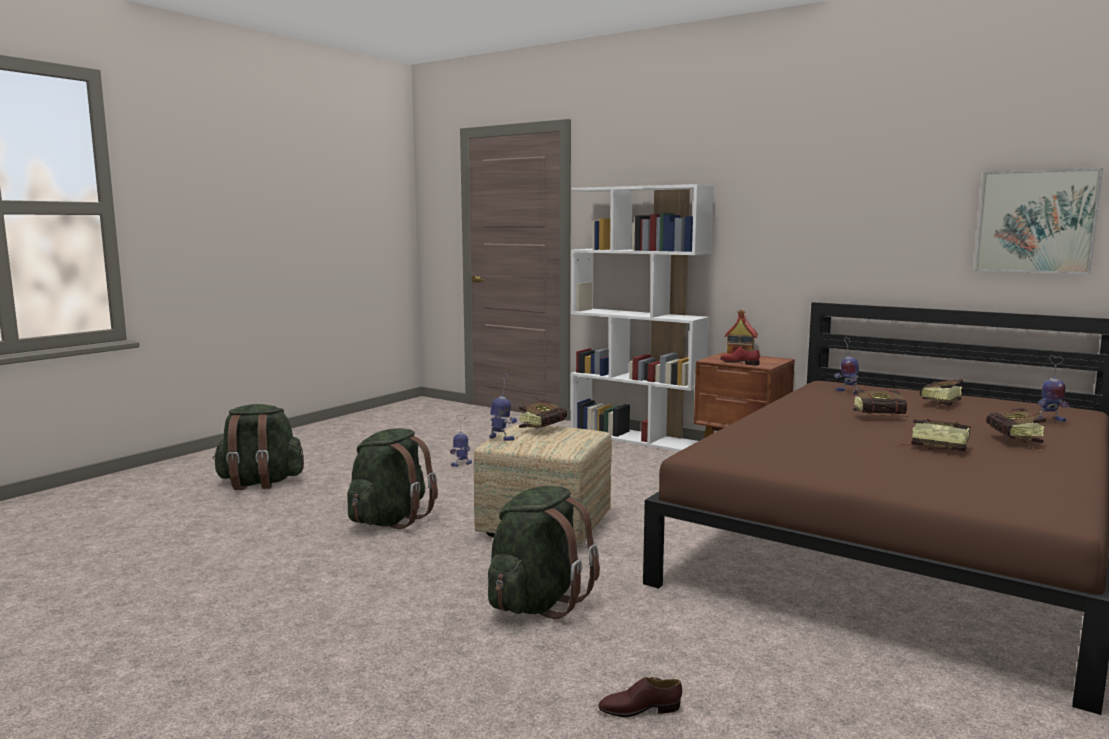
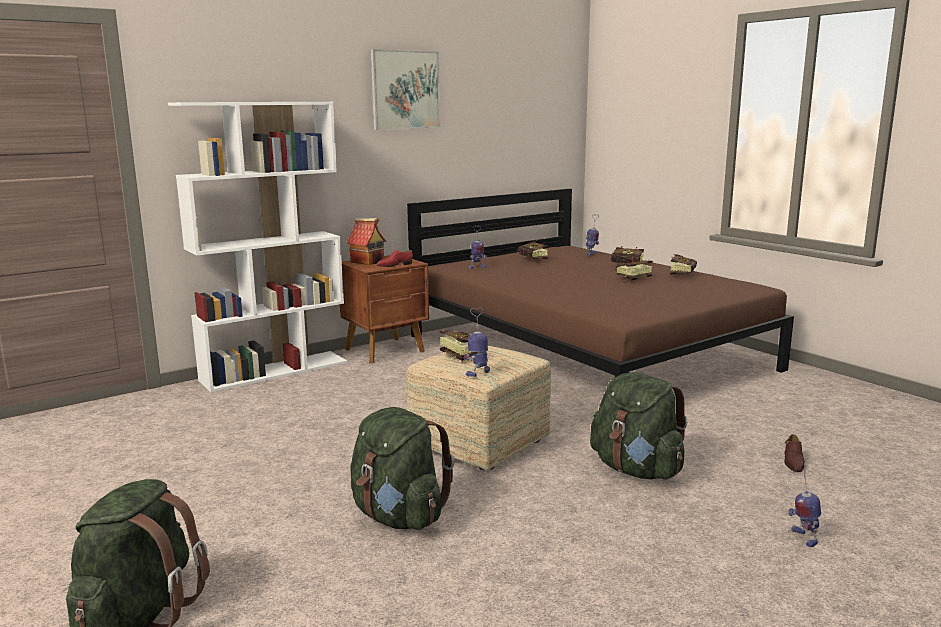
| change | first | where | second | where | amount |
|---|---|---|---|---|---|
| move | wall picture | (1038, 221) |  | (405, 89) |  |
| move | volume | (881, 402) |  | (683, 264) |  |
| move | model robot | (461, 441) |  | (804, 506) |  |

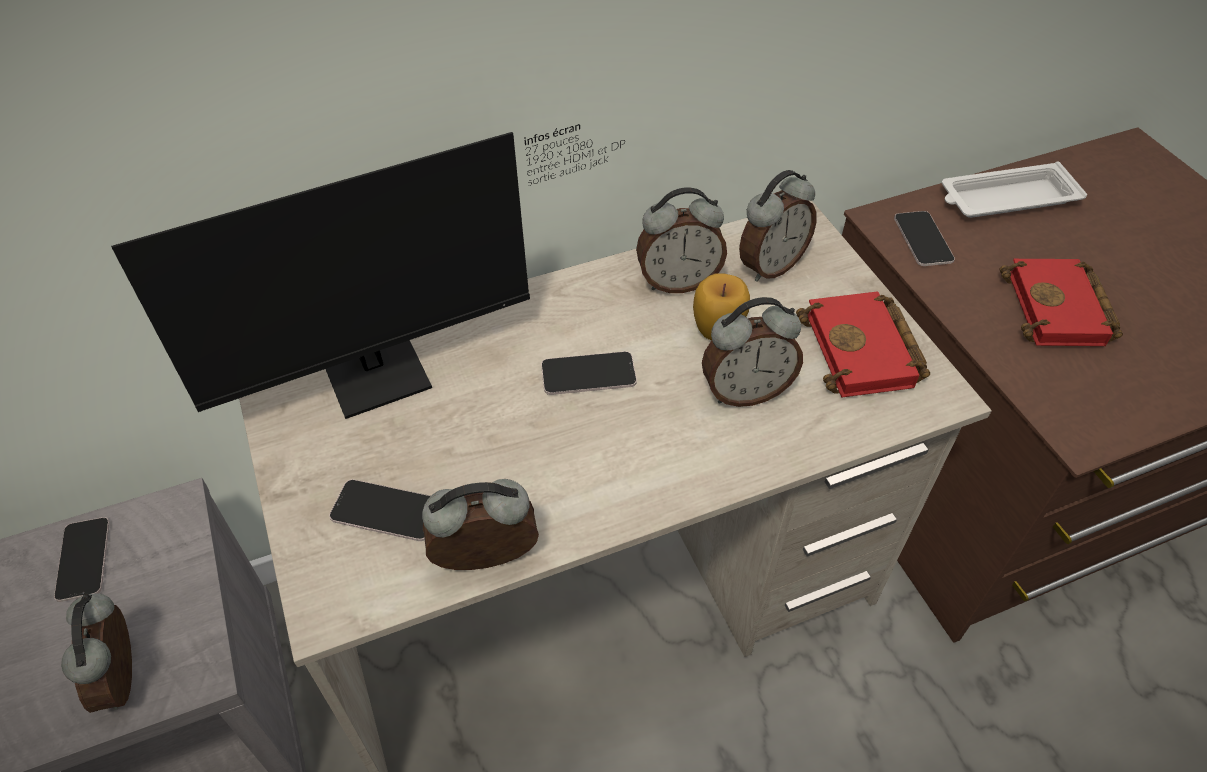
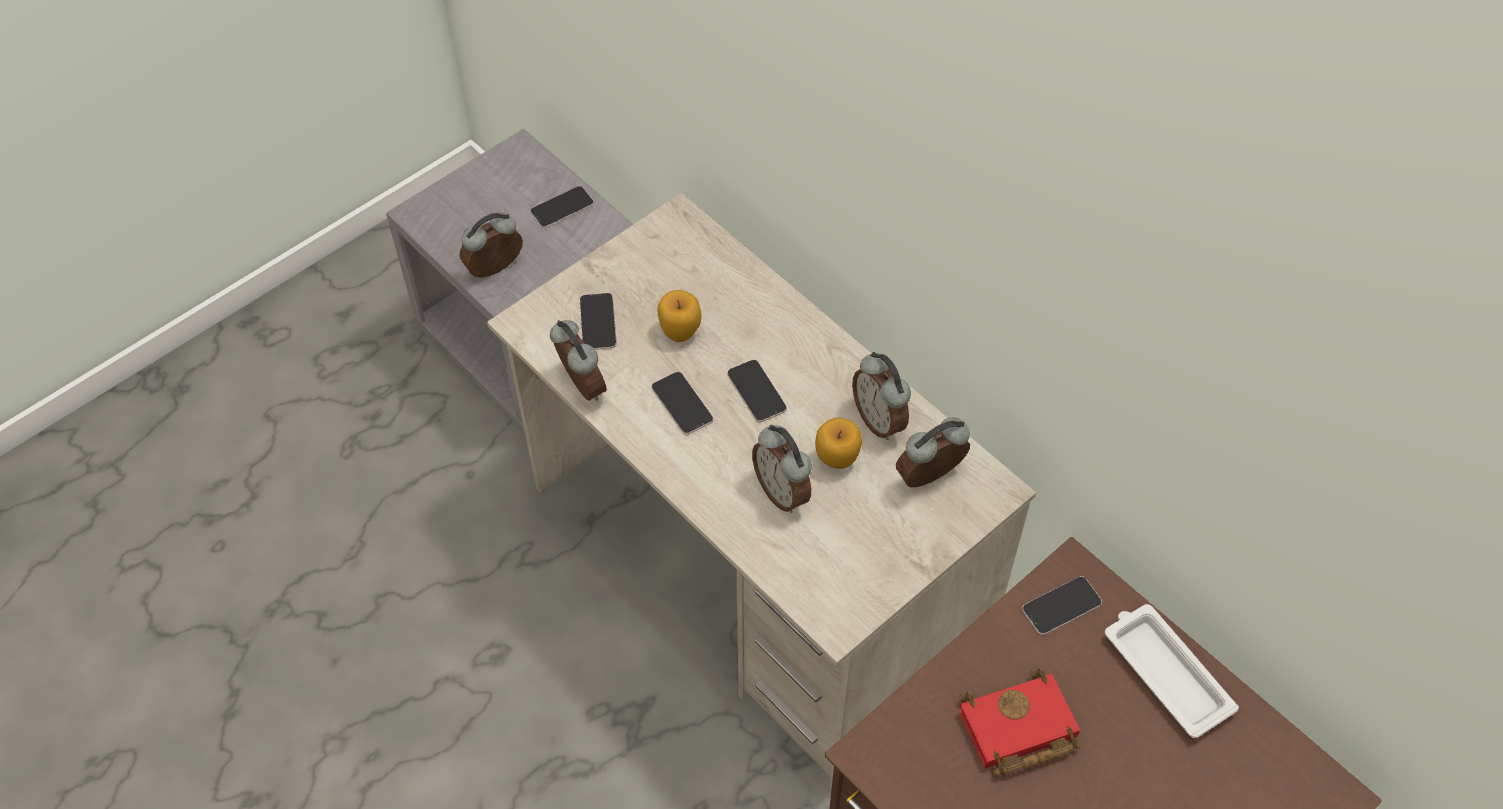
| change | first | where | second | where | amount |
|---|---|---|---|---|---|
| insert |  |  | telephone | (683, 403) |  |
| insert |  |  | apple fruit | (680, 316) |  |
| rotate | bedside clock | (778, 225) |  | (933, 452) | 120 degrees clockwise |
| delete | computer screen | (368, 271) |  |  |  |
| delete | volume (red-coloured) | (863, 345) |  |  |  |

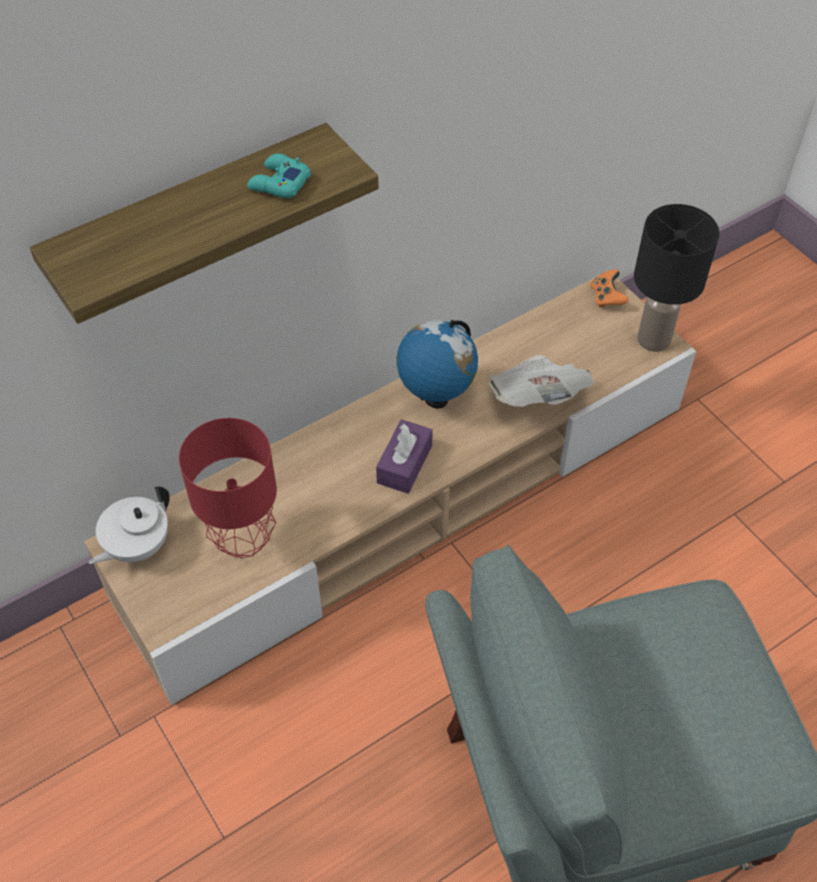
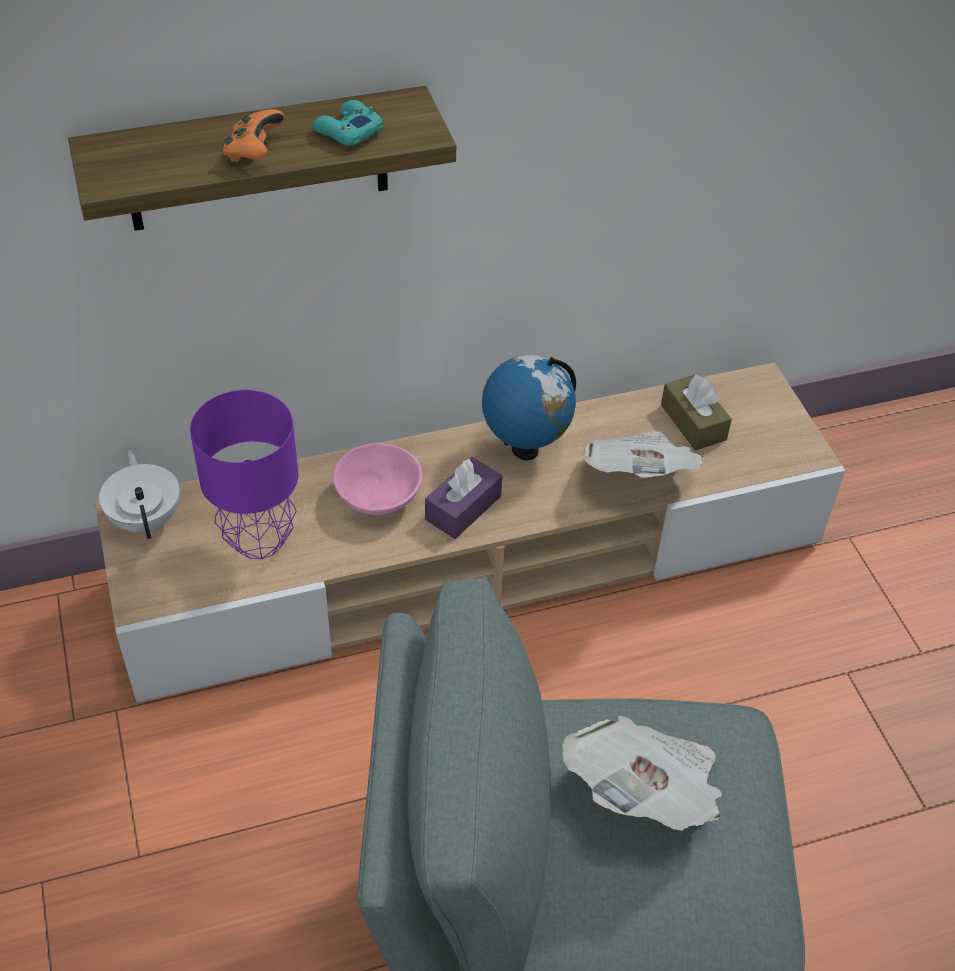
| change | first | where | second | where | amount |
|---|---|---|---|---|---|
| rotate | tea pot (whitish) | (129, 525) |  | (139, 494) | 105 degrees clockwise |
| recolor | tabletop lamp (red-coloured) | (228, 488) | tabletop lamp (purple) | (244, 474) |  |
| move | game controller (orangey) | (609, 288) |  | (254, 135) |  |
| insert |  |  | bowl (pink-coloured) | (377, 479) |  |
| insert |  |  | daily paper | (642, 773) |  |
| insert |  |  | box of tissues (brownish) | (696, 412) |  |
| delete | tabletop lamp (black-coloured) | (677, 278) |  |  |  |

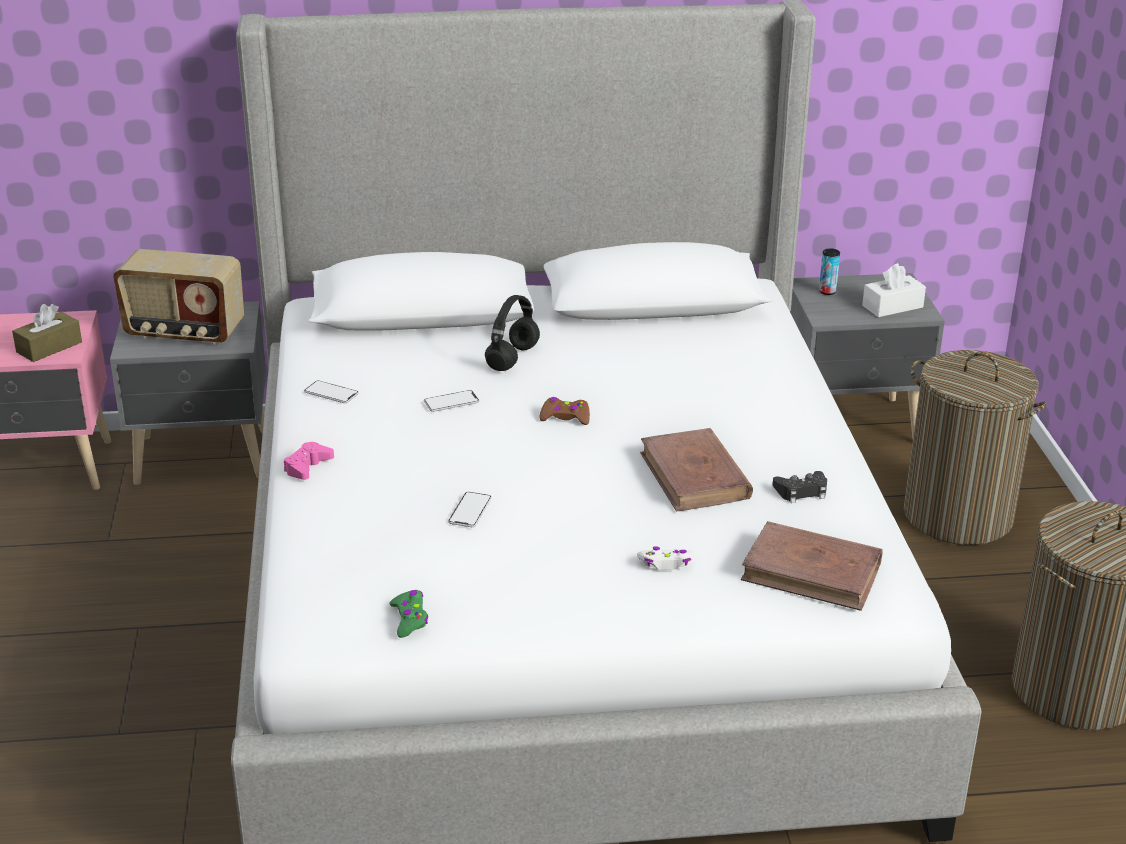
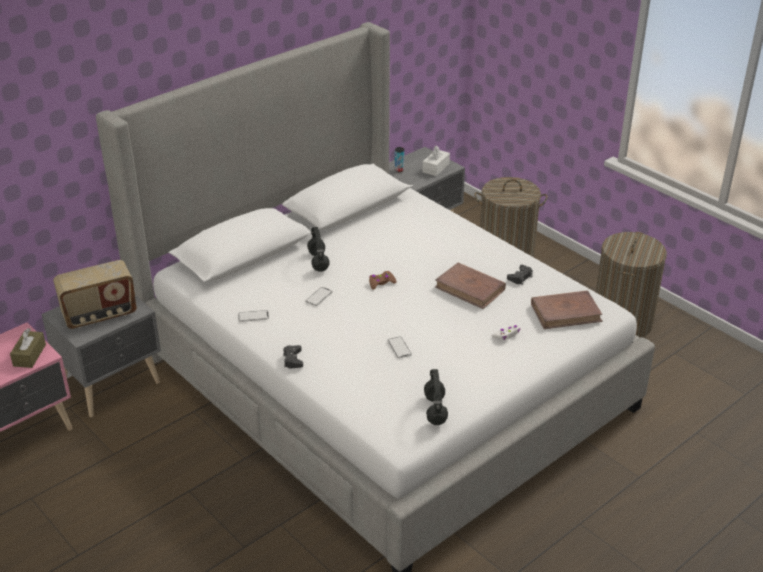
| change | first | where | second | where | amount |
|---|---|---|---|---|---|
| recolor | game controller (pink-coloured) | (309, 461) | game controller (black-coloured) | (293, 356) |  |
| replace | game controller (green) | (408, 614) | headphones (black-coloured) | (436, 397) |  |

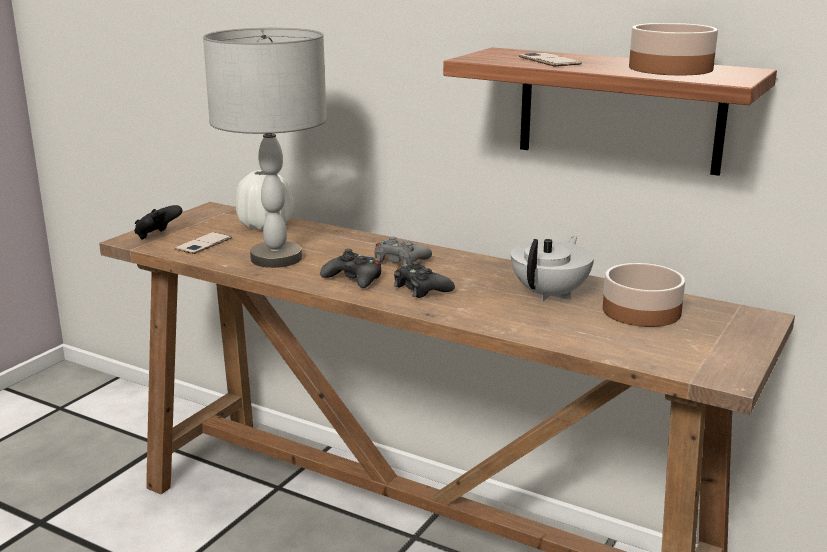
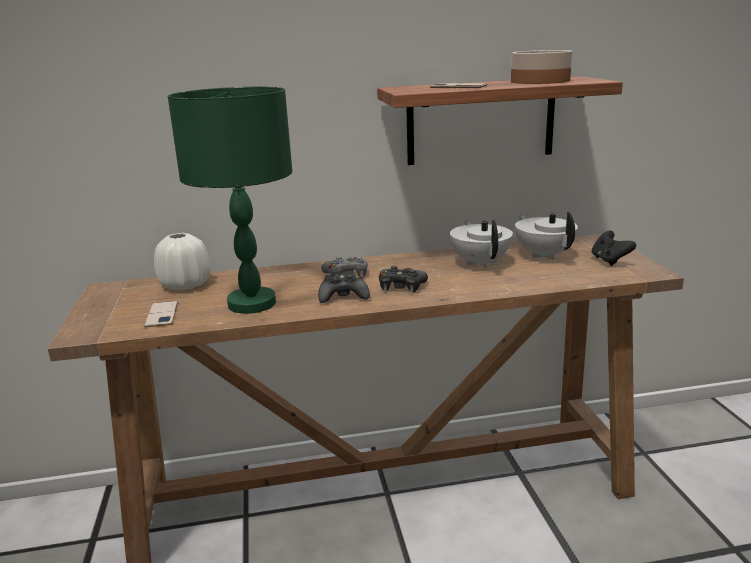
| change | first | where | second | where | amount |
|---|---|---|---|---|---|
| recolor | tabletop lamp (greyish) | (265, 148) | tabletop lamp (green) | (230, 200) |  |
| replace | bowl | (644, 295) | tea pot (whitish) | (546, 236) |  |
| move | game controller (black-coloured) | (158, 222) |  | (614, 248) |  |

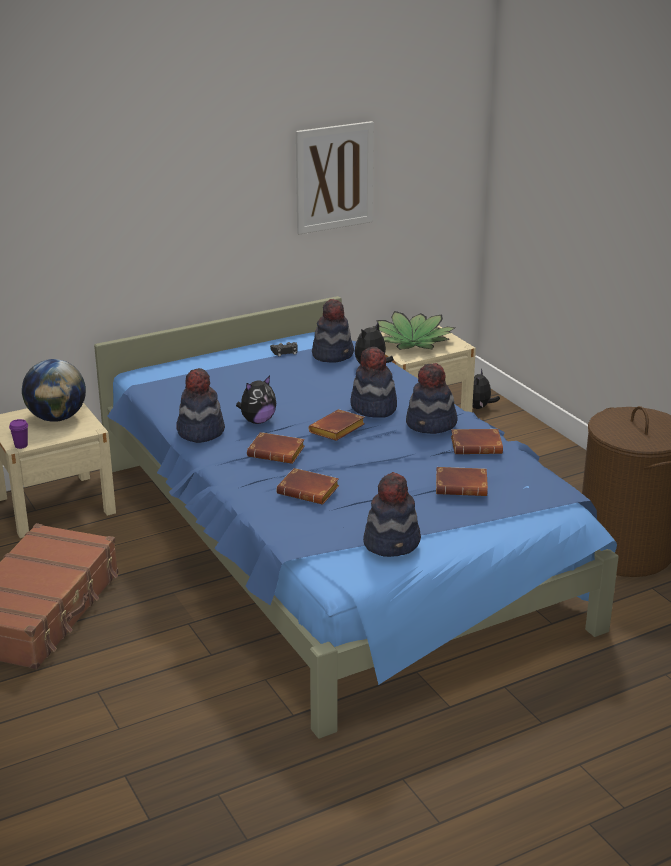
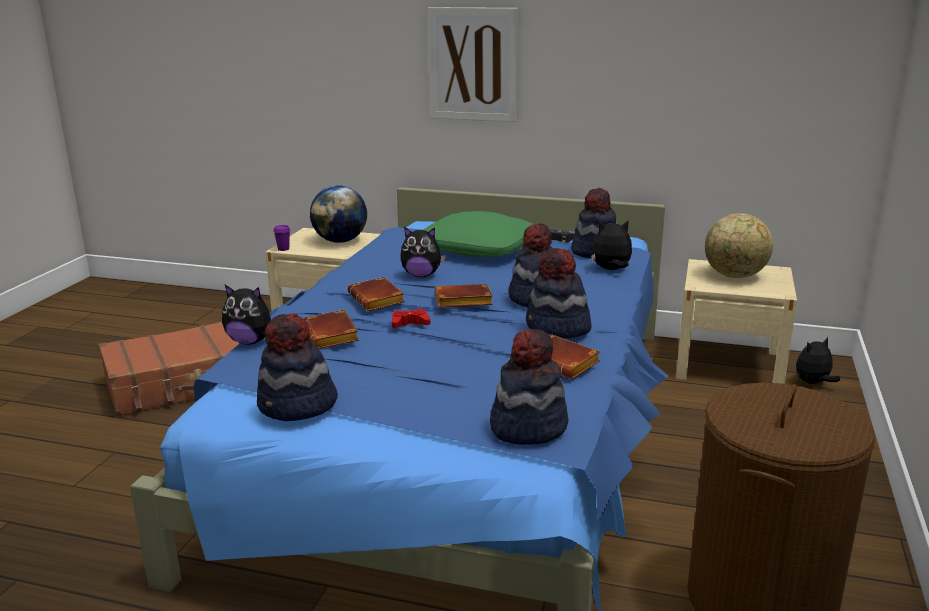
| change | first | where | second | where | amount |
|---|---|---|---|---|---|
| insert |  |  | soft toy | (246, 315) |  |
| insert |  |  | game controller (red-coloured) | (411, 318) |  |
| insert |  |  | pillow (green) | (478, 234) |  |
| move | wall picture | (335, 177) |  | (473, 64) |  |
| move | clothing hat | (200, 405) |  | (529, 387) |  |
| replace | potted plant | (414, 330) | desk globe | (739, 245) |  |
| delete | volume (brownish) | (462, 481) |  |  |  |

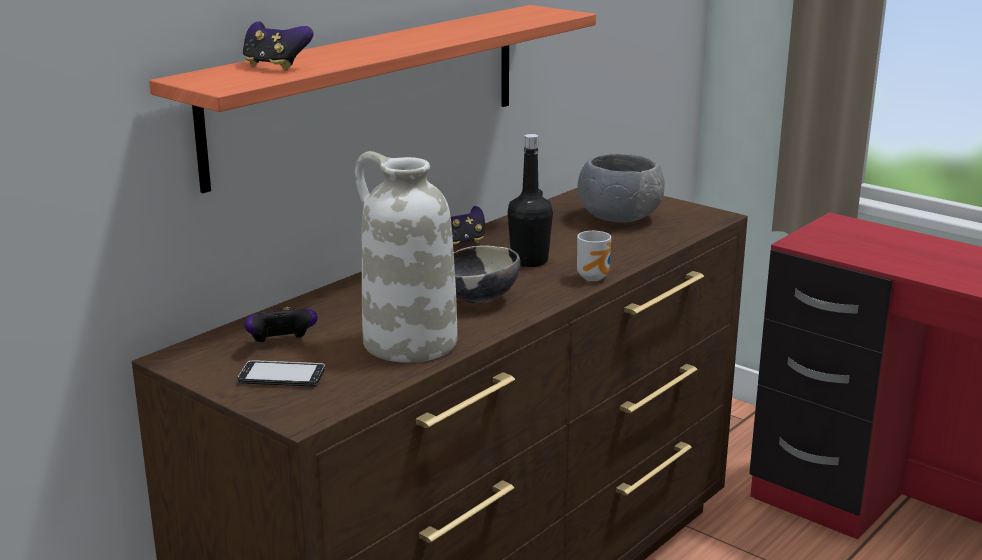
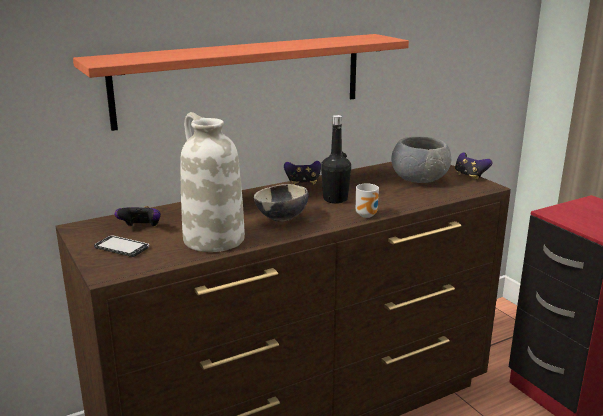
| change | first | where | second | where | amount |
|---|---|---|---|---|---|
| move | game controller | (278, 46) |  | (473, 166) |  |

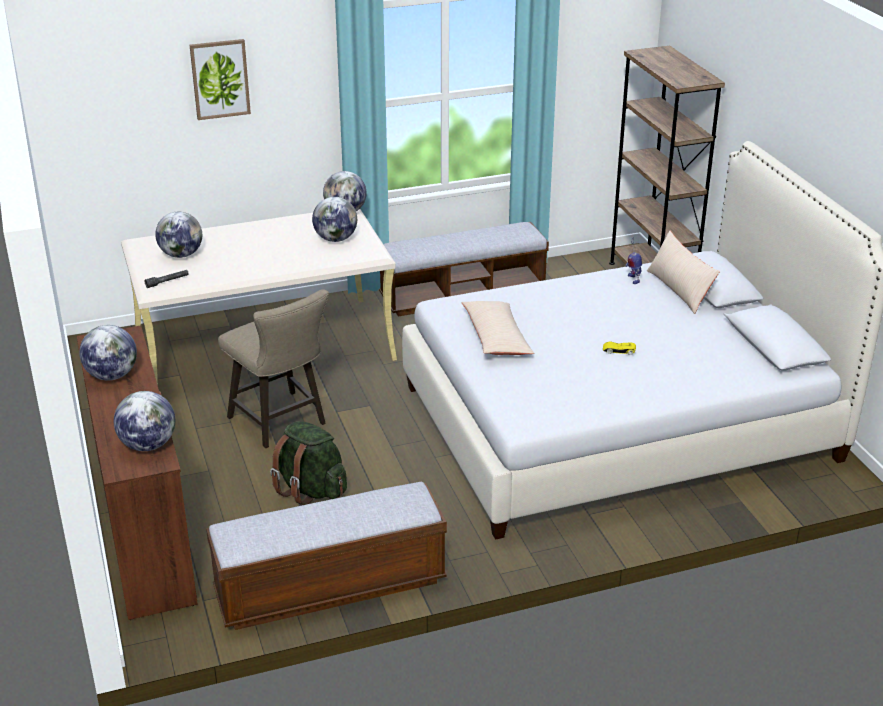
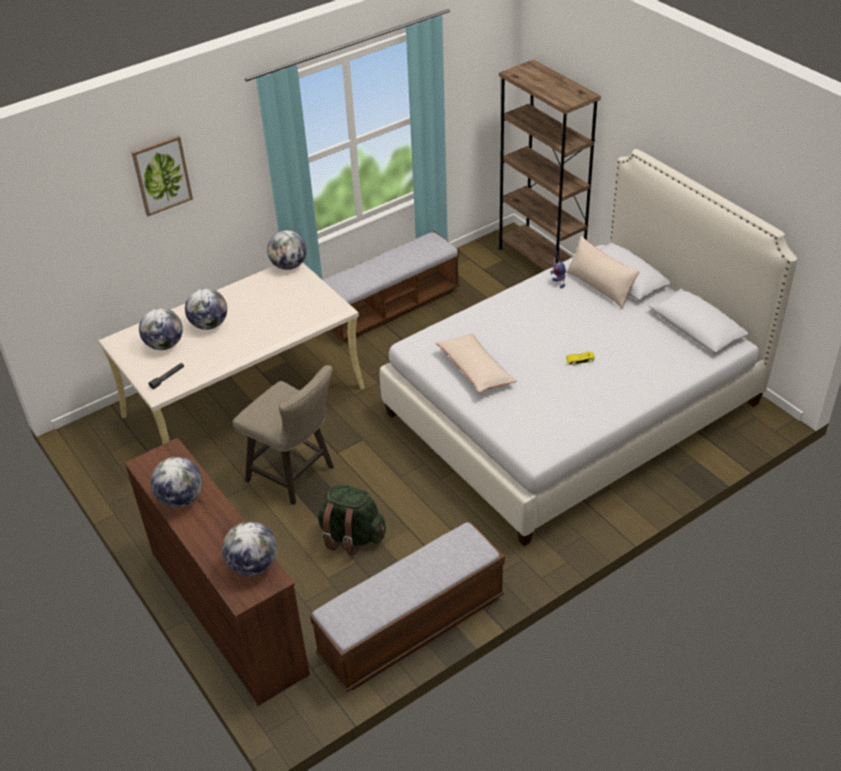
| change | first | where | second | where | amount |
|---|---|---|---|---|---|
| move | desk globe | (334, 219) |  | (206, 309) |  |

